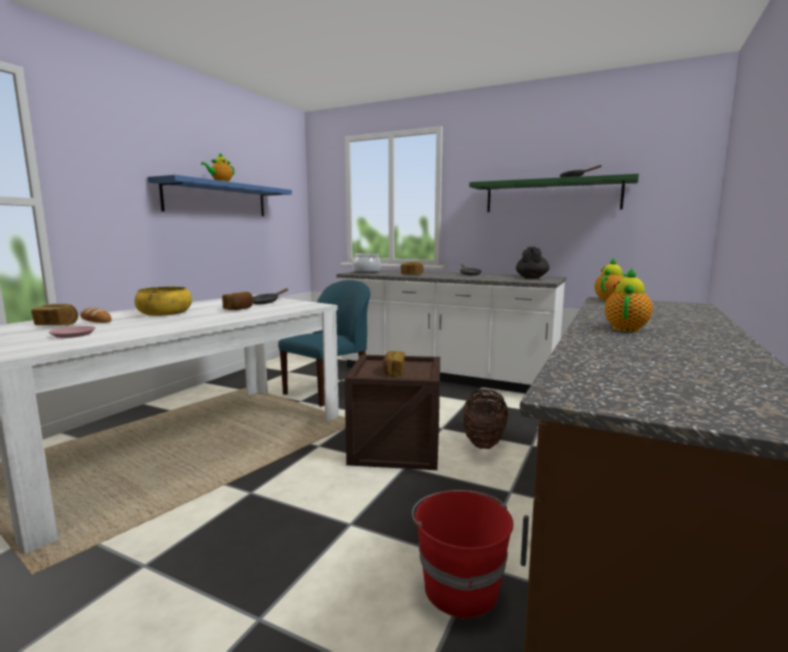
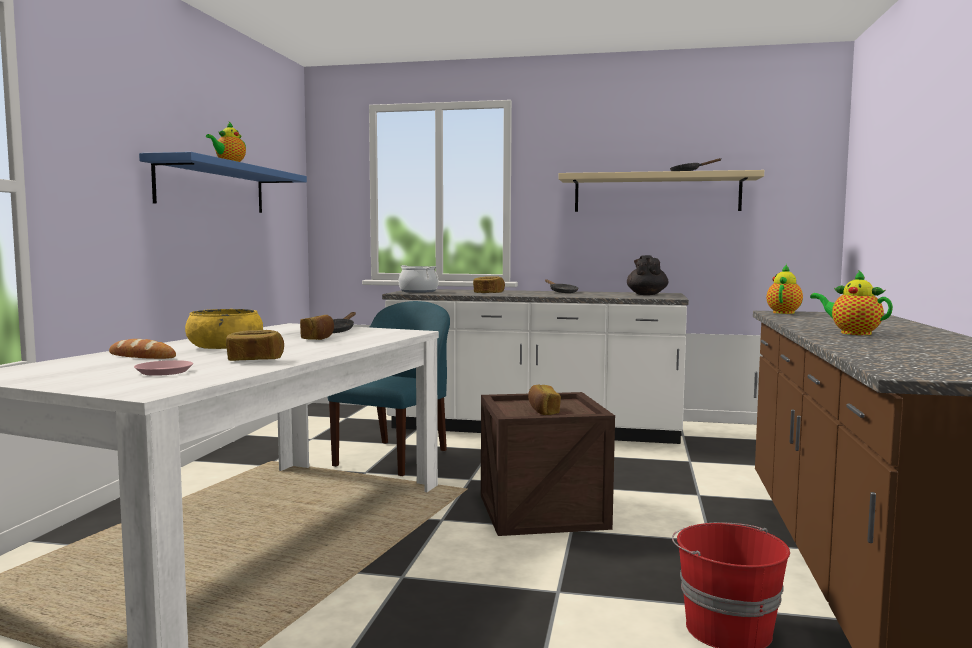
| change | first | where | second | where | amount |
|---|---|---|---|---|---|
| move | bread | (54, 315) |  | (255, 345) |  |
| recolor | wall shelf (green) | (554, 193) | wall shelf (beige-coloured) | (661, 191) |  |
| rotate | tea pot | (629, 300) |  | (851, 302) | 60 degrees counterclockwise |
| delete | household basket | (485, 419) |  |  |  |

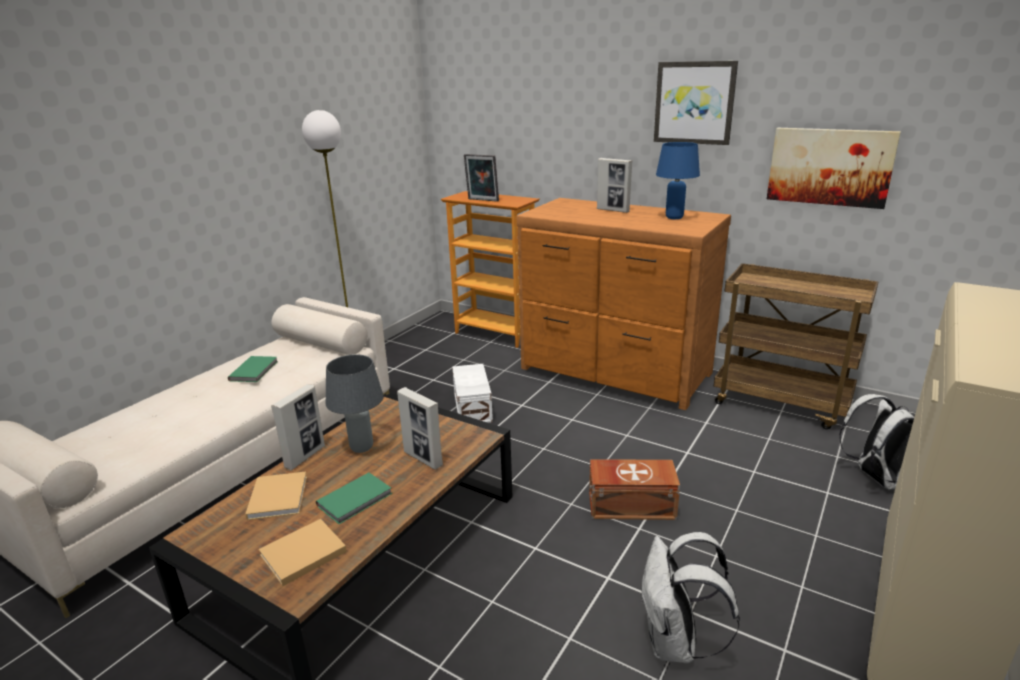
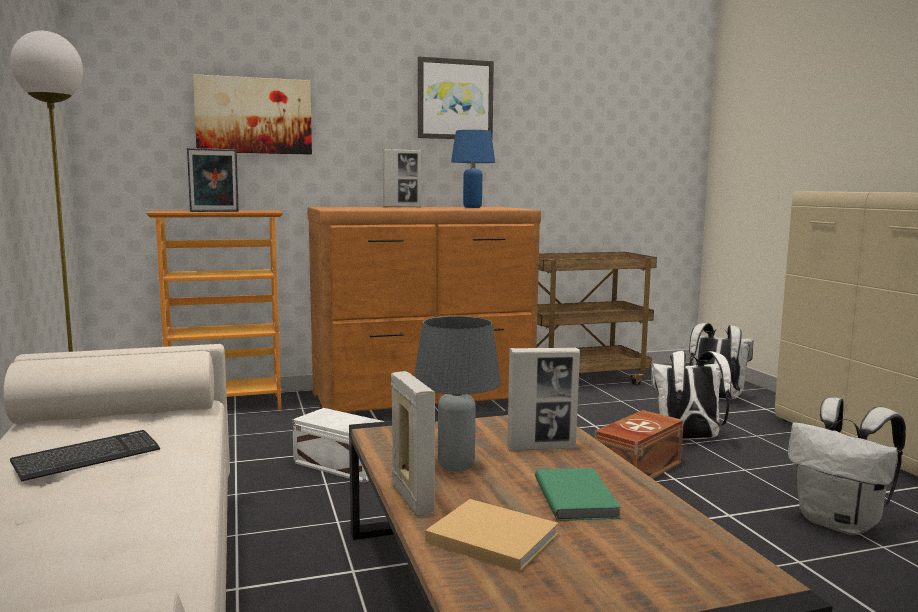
| change | first | where | second | where | amount |
|---|---|---|---|---|---|
| replace | volume (green) | (253, 369) | PC keyboard | (85, 456) |  |
| move | wall picture | (834, 168) |  | (252, 114) |  |
| insert |  |  | backpack (whitish) | (691, 395) |  |
| delete | volume (beige-coloured) | (303, 552) |  |  |  |

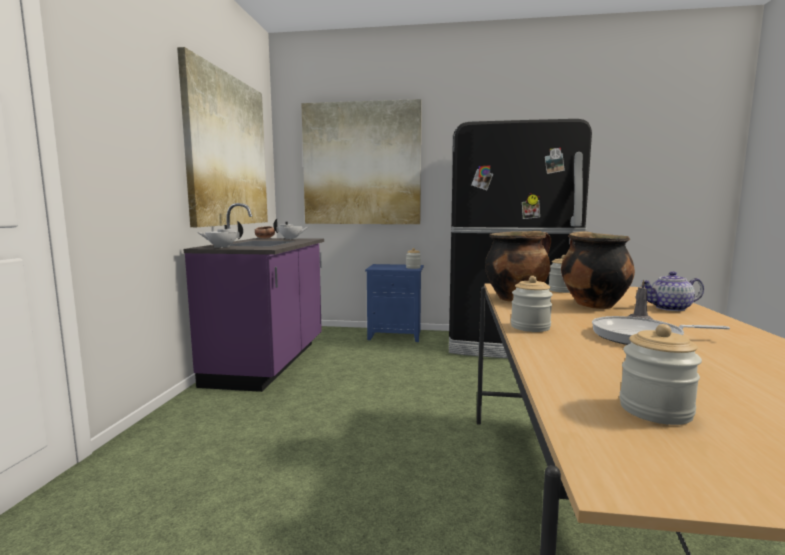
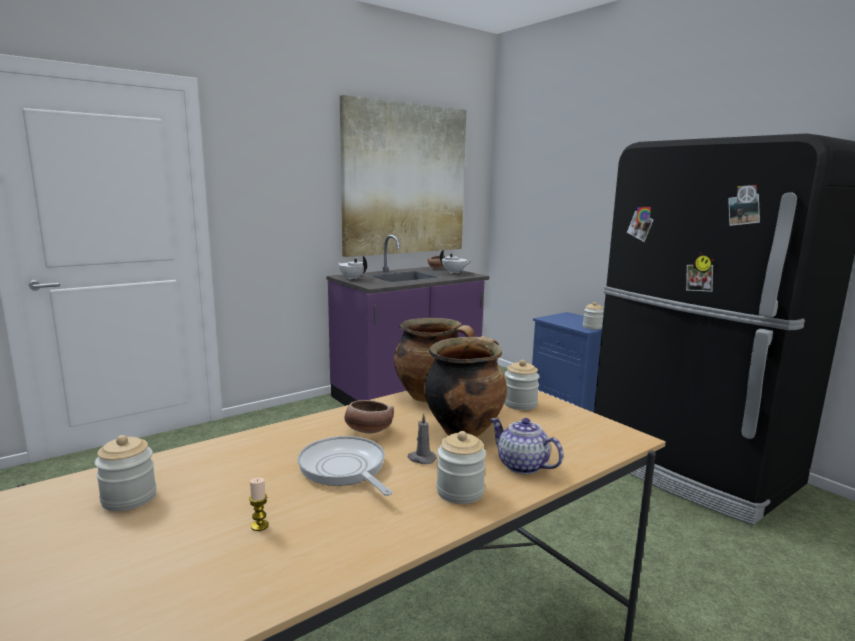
| change | first | where | second | where | amount |
|---|---|---|---|---|---|
| insert |  |  | wax light | (259, 504) |  |
| insert |  |  | bowl | (369, 416) |  |
| move | storage jar | (532, 304) |  | (461, 467) |  |
| delete | wall picture | (361, 161) |  |  |  |

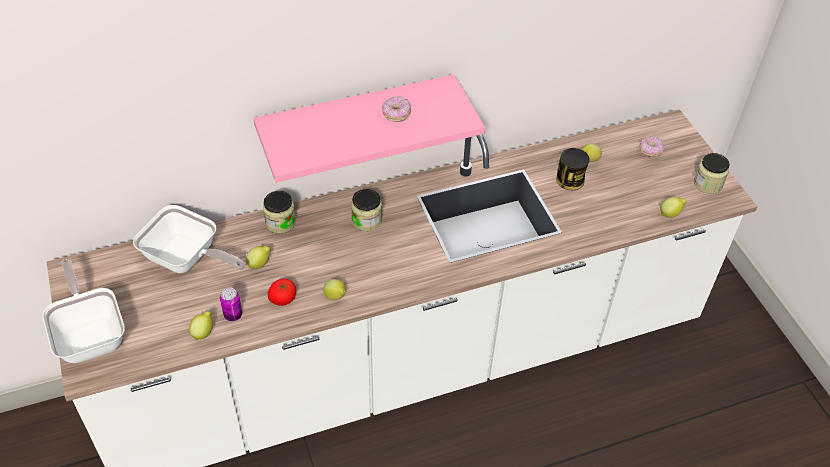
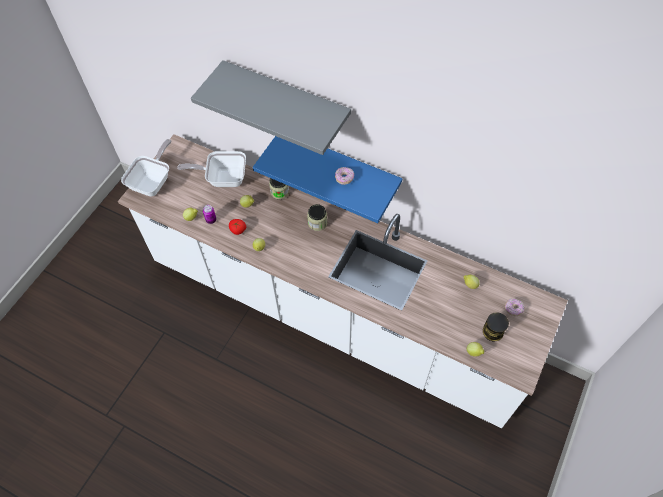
| change | first | where | second | where | amount |
|---|---|---|---|---|---|
| rotate | skillet | (189, 239) |  | (211, 169) | 105 degrees clockwise |
| insert |  |  | wall shelf (greyish) | (271, 107) |  |
| recolor | wall shelf (pink-coloured) | (369, 129) | wall shelf (blue-coloured) | (327, 179) |  |
| move | metal can | (573, 169) |  | (496, 326) |  |
| delete | storage jar | (712, 173) |  |  |  |

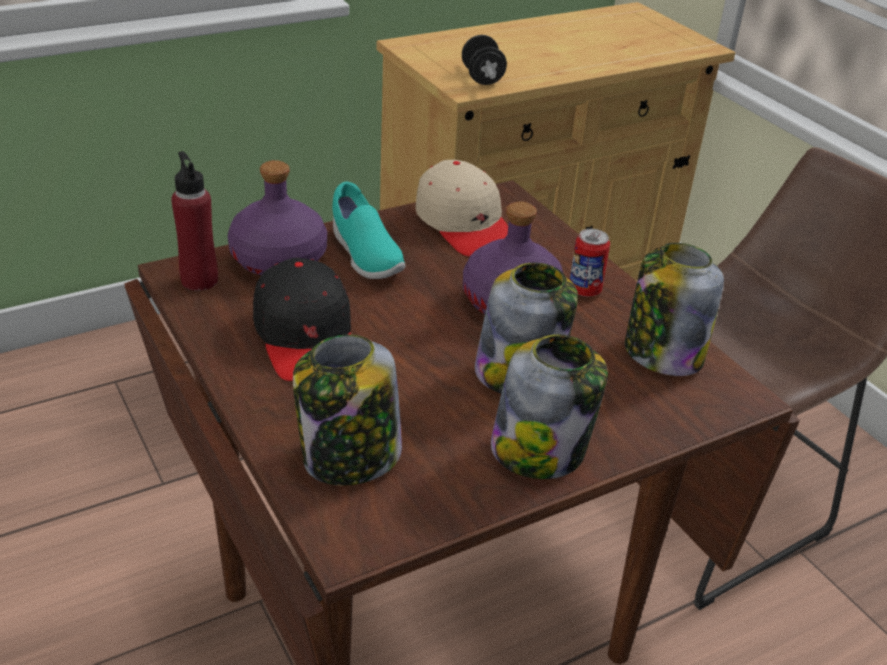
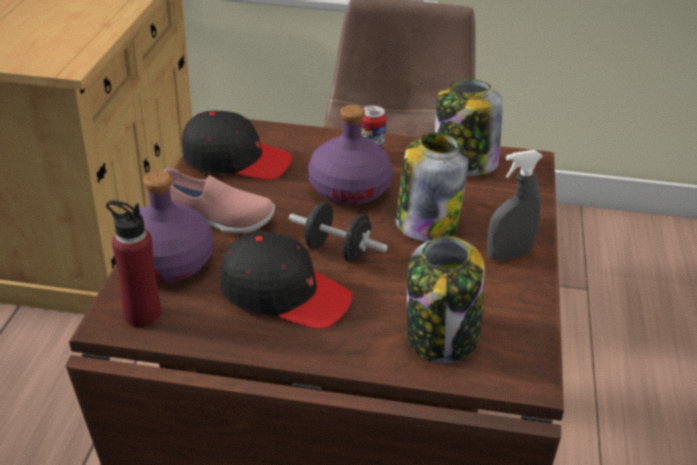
| change | first | where | second | where | amount |
|---|---|---|---|---|---|
| recolor | item of footwear (turquoise) | (369, 230) | item of footwear (pink-coloured) | (219, 201) |  |
| recolor | peaked cap (beige-coloured) | (461, 208) | peaked cap (black-coloured) | (237, 145) |  |
| move | hand weight (black-coloured) | (484, 60) |  | (338, 232) |  |
| replace | storage jar | (549, 406) | hand sprayer (greyish) | (515, 205) |  |

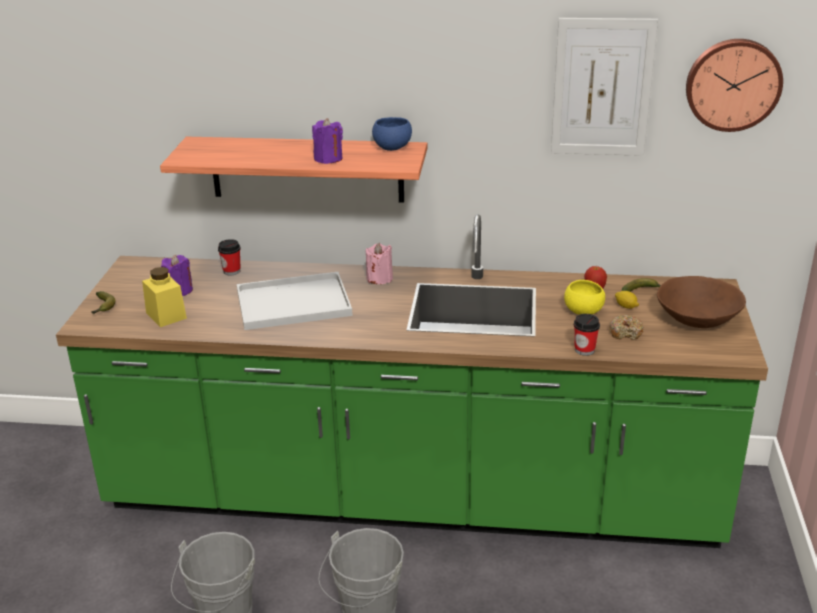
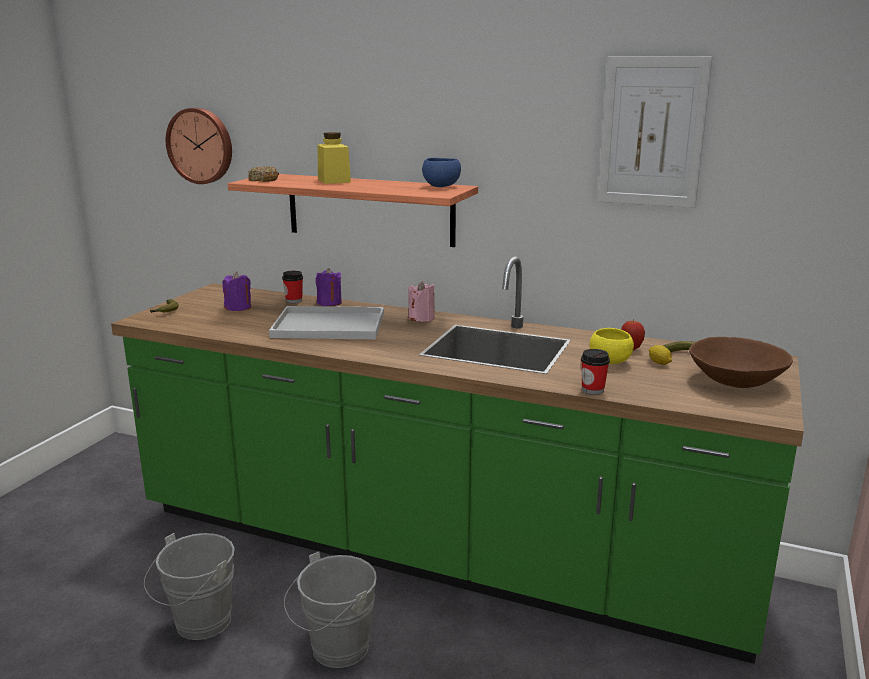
| change | first | where | second | where | amount |
|---|---|---|---|---|---|
| move | clock on the wall | (734, 85) |  | (199, 146) |  |
| move | ring doughnut | (626, 327) |  | (263, 174) |  |
| move | wax light (purple) | (327, 141) |  | (329, 287) |  |
| move | storage jar (yellow-coloured) | (164, 297) |  | (334, 158) |  |

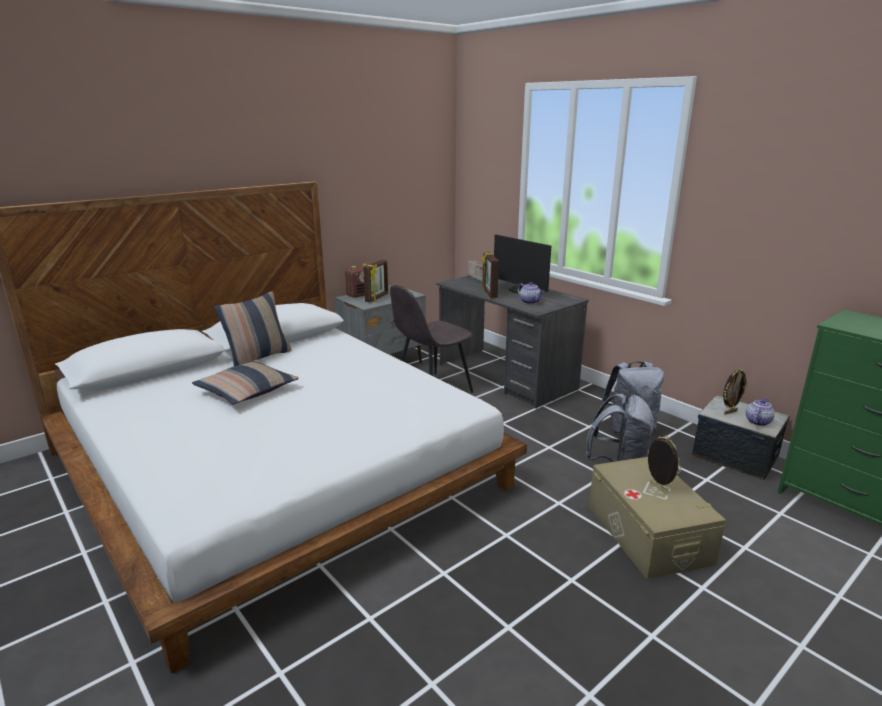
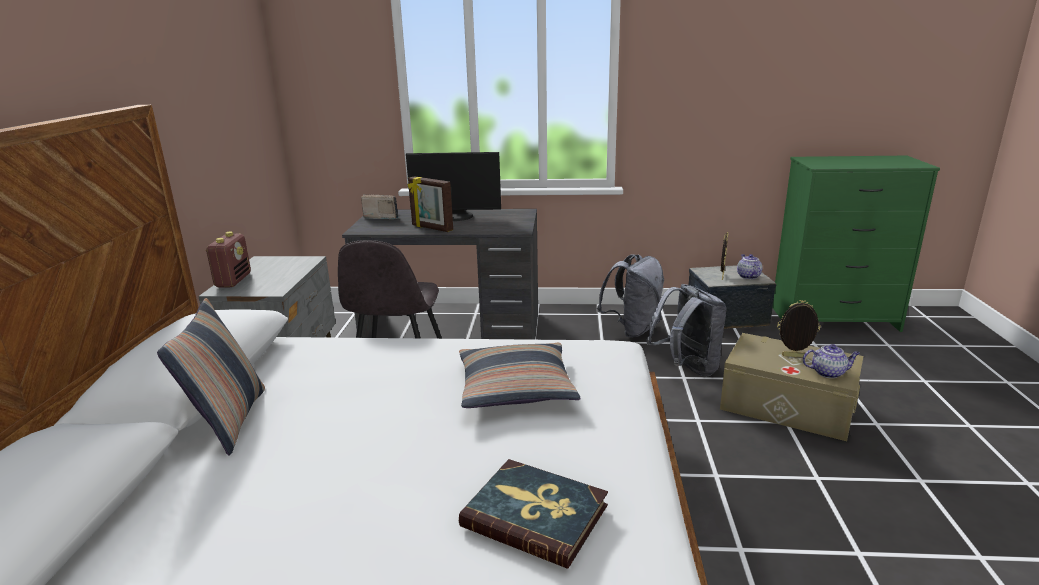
| change | first | where | second | where | amount |
|---|---|---|---|---|---|
| move | pillow | (245, 382) |  | (520, 375) |  |
| insert |  |  | volume | (533, 514) |  |
| move | tea pot | (530, 293) |  | (831, 361) |  |
| delete | picture frame | (375, 281) |  |  |  |

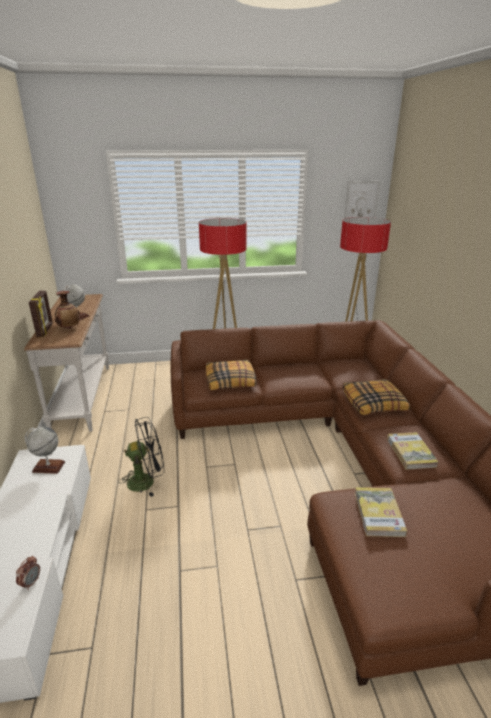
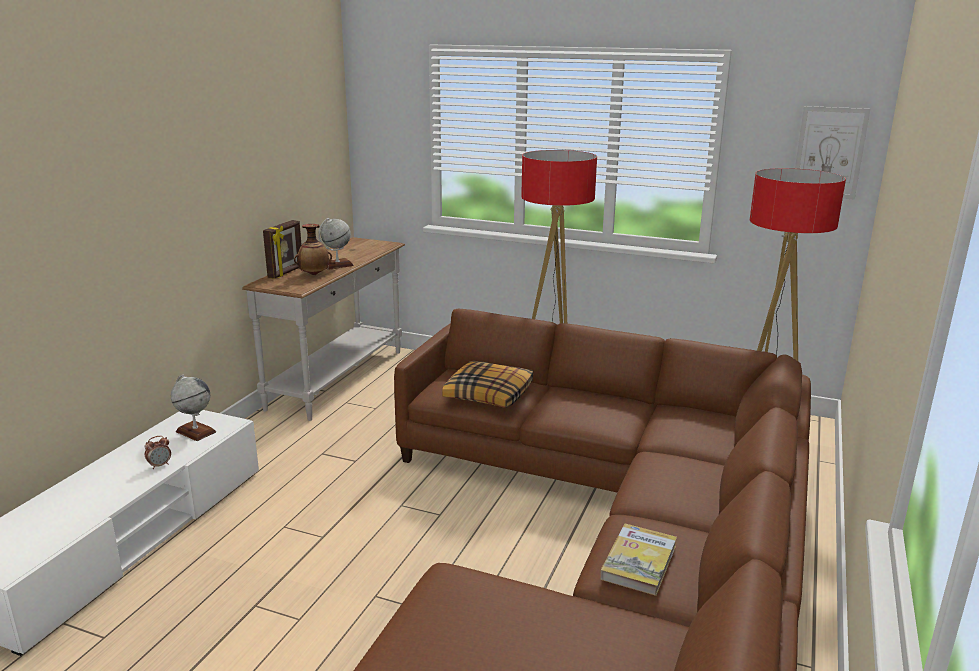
| change | first | where | second | where | amount |
|---|---|---|---|---|---|
| move | bedside clock | (28, 573) |  | (158, 452) |  |
| delete | cooling fan (black-coloured) | (142, 457) |  |  |  |
| delete | pillow | (376, 397) |  |  |  |
| delete | volume | (381, 512) |  |  |  |

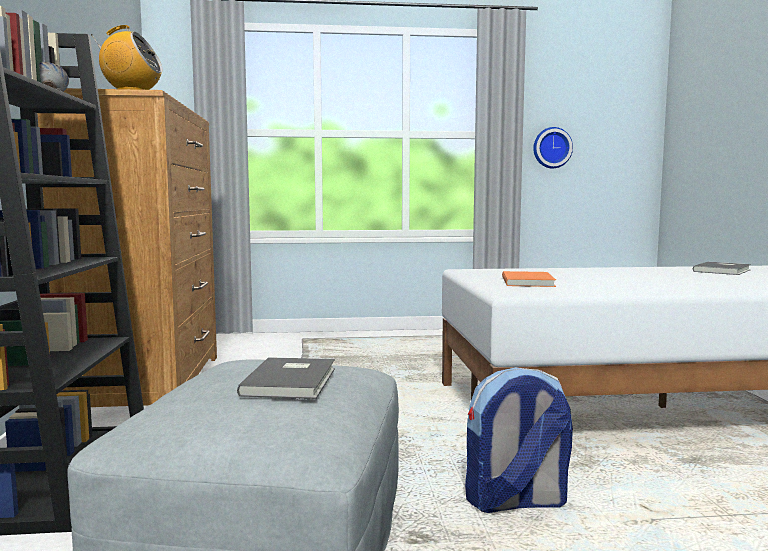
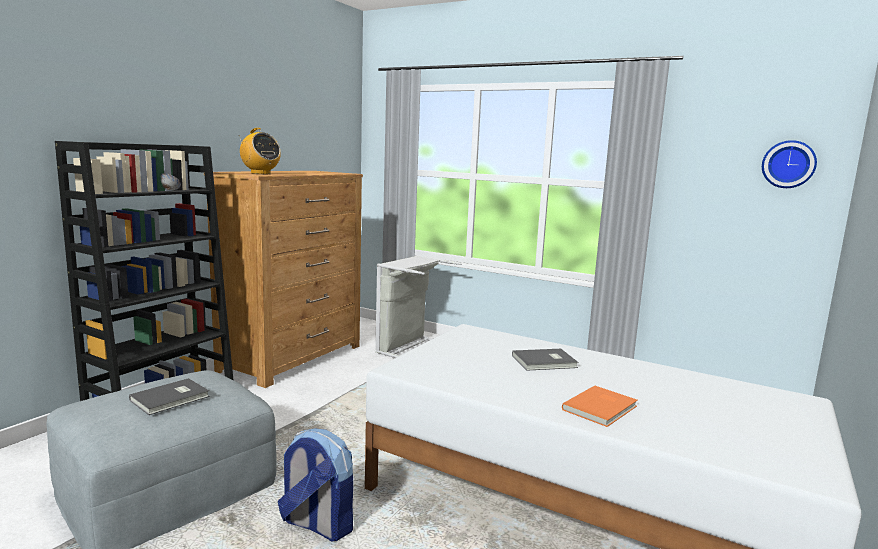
| change | first | where | second | where | amount |
|---|---|---|---|---|---|
| insert |  |  | laundry basket (greyish) | (418, 306) |  |
| move | volume (greyish) | (722, 268) |  | (545, 360) |  |
| move | volume (orangey) | (529, 279) |  | (600, 406) |  |
| move | clock on the wall | (553, 147) |  | (789, 164) |  |

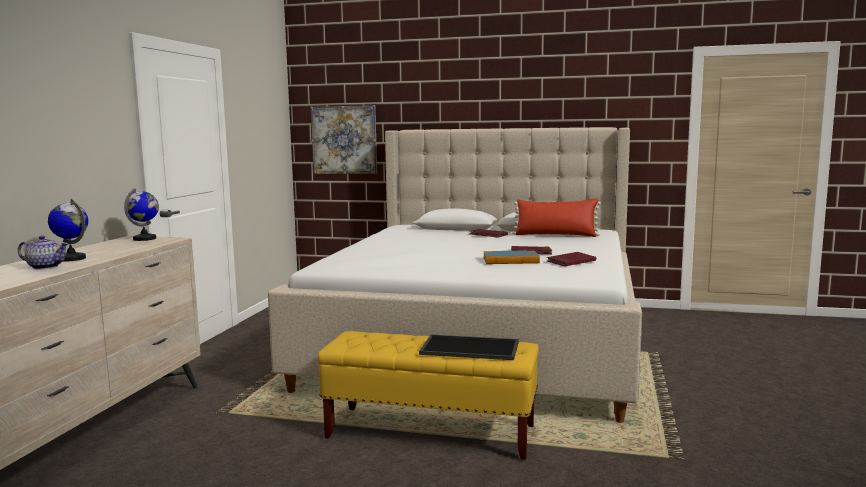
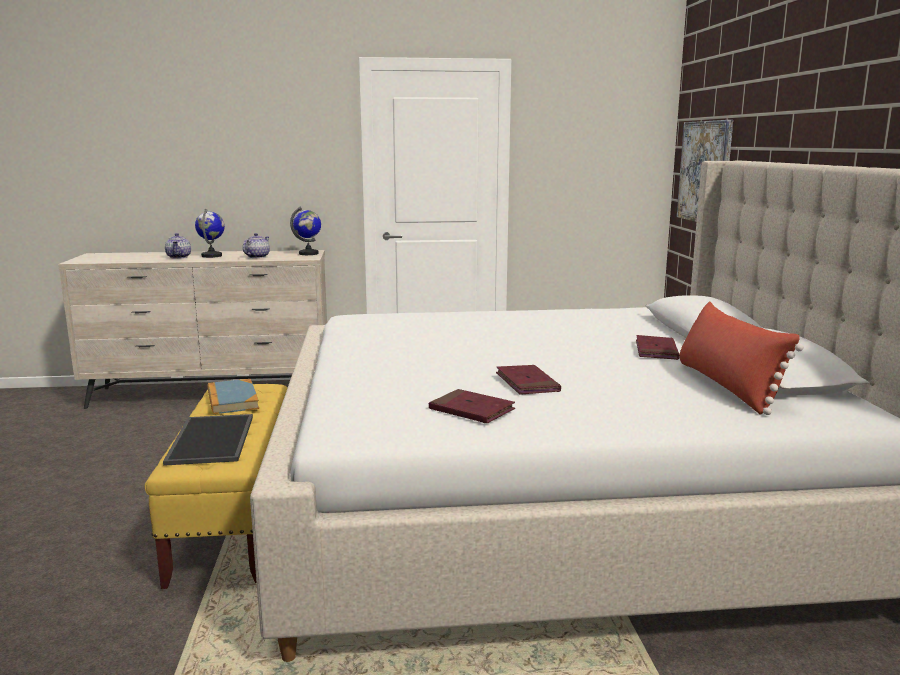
| change | first | where | second | where | amount |
|---|---|---|---|---|---|
| move | volume | (511, 257) |  | (233, 396) |  |
| insert |  |  | tea pot | (256, 245) |  |

